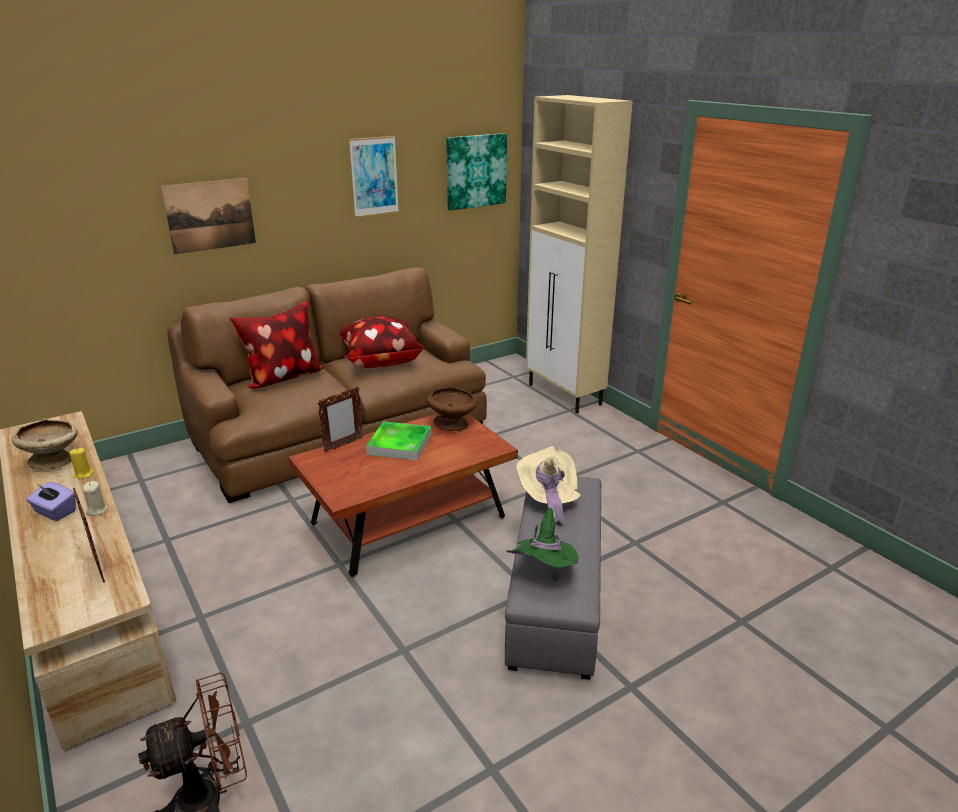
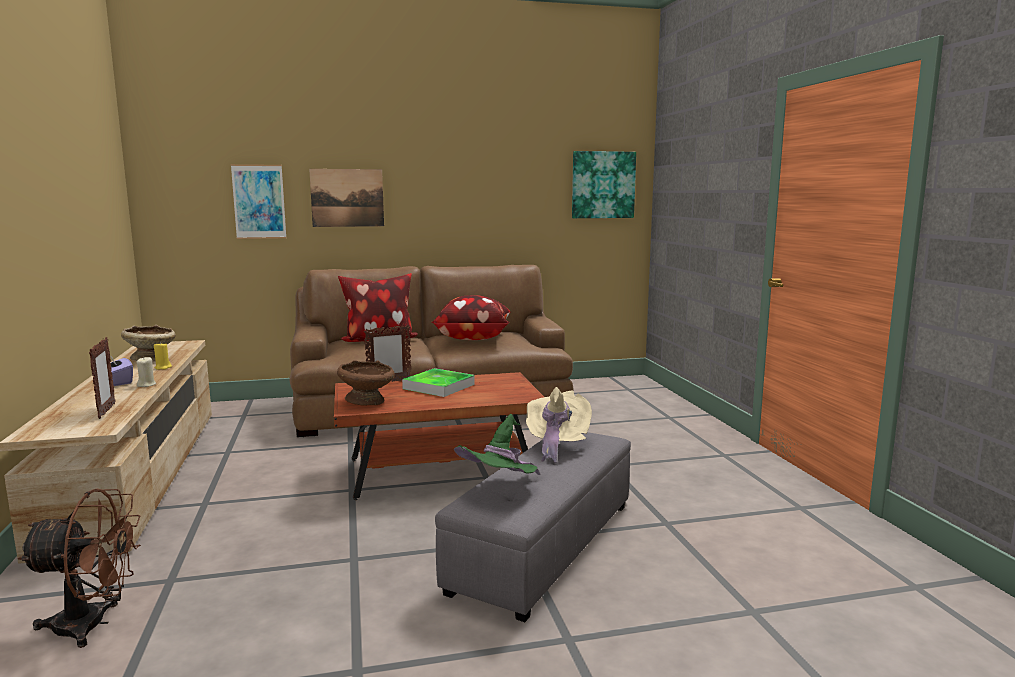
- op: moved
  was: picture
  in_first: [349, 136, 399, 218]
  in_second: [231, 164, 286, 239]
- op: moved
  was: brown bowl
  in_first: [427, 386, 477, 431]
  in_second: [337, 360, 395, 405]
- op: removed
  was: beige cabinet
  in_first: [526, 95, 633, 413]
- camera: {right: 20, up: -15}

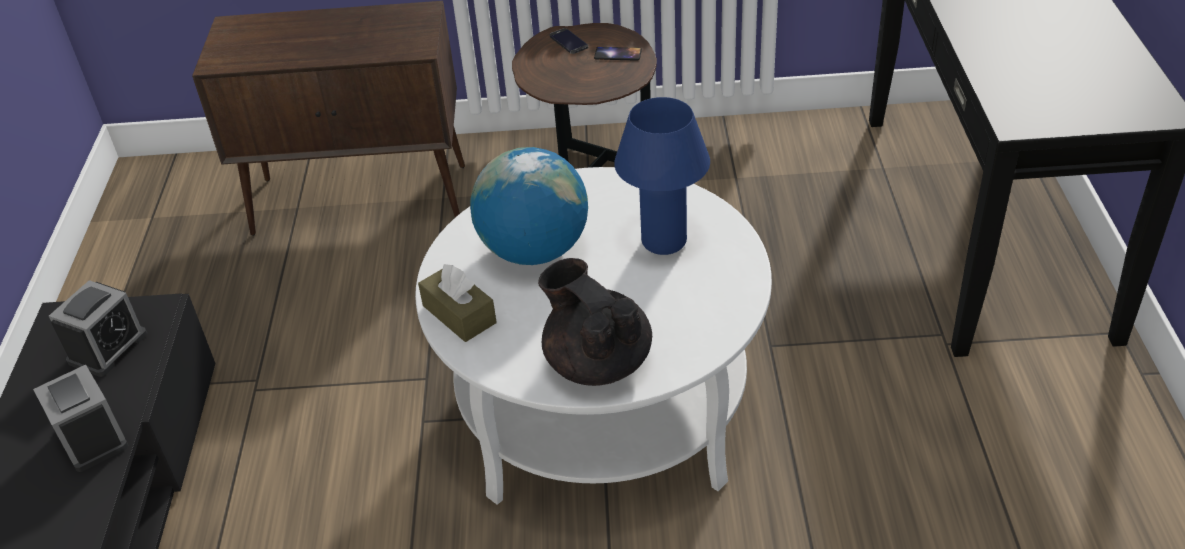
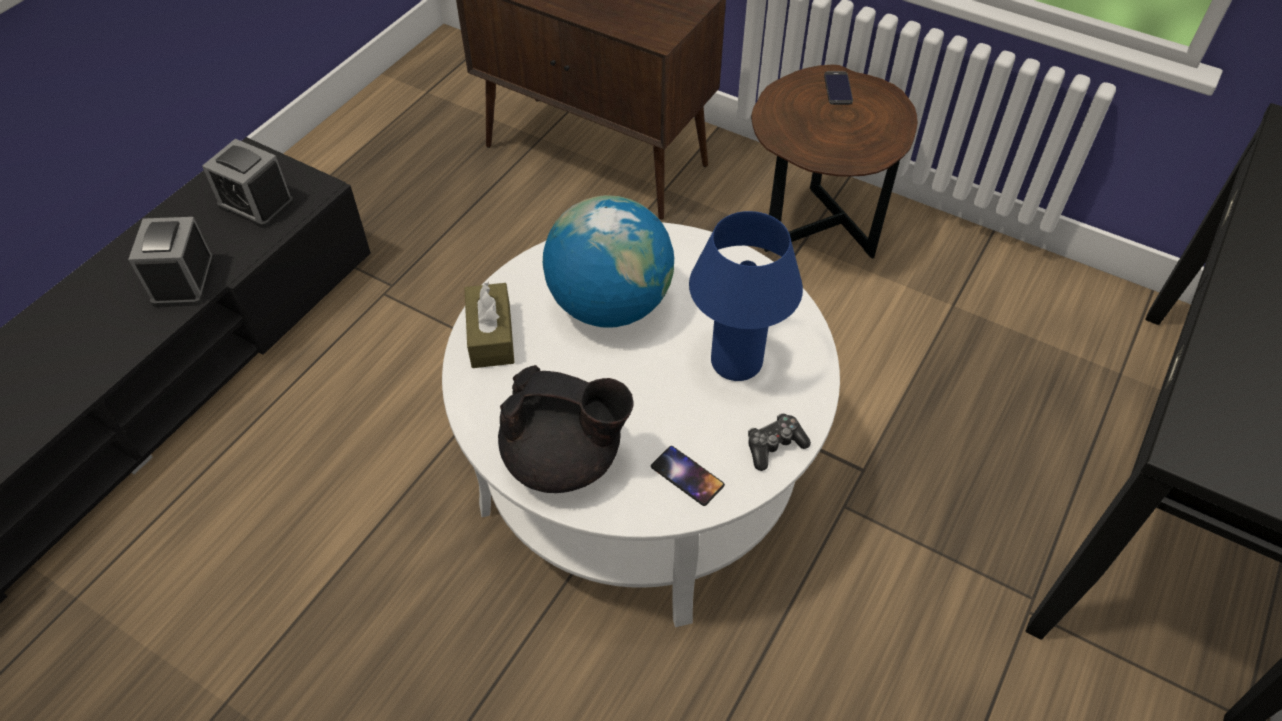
- op: turned
  was: alarm clock
  in_first: [49, 280, 147, 377]
  in_second: [202, 139, 294, 228]
  clockwise: 60
- op: turned
  was: black teapot
  in_first: [538, 258, 652, 386]
  in_second: [498, 365, 634, 493]
  clockwise: 105
- op: moved
  was: phone
  in_first: [594, 47, 642, 61]
  in_second: [651, 446, 725, 506]
- op: added
  now: game controller
  in_second: [748, 413, 811, 471]
- camera: {right: 30, up: 10}

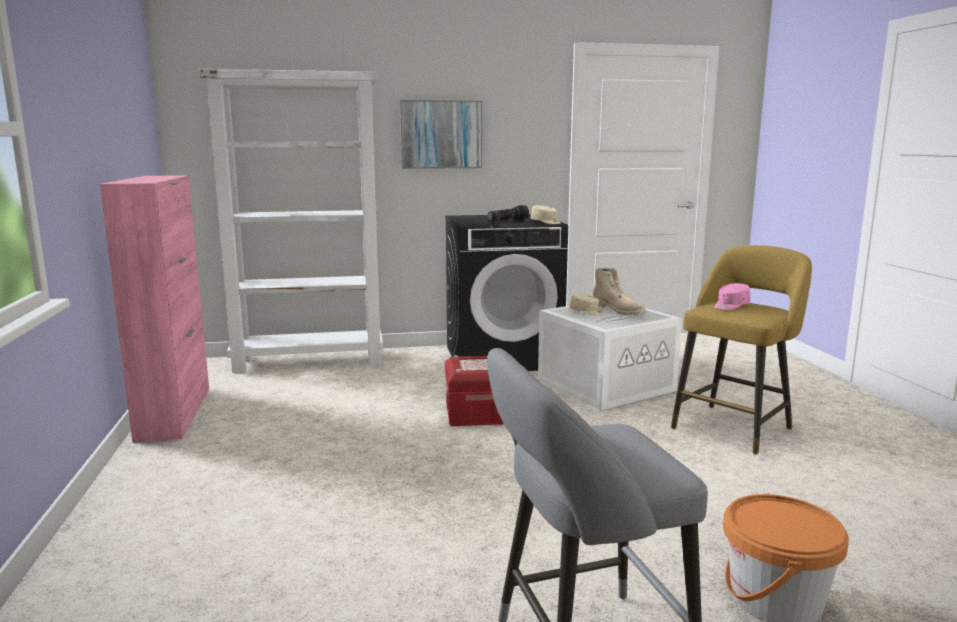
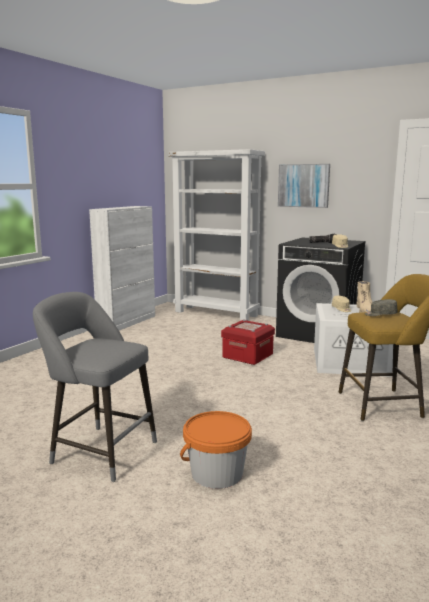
- op: recoloured
  was: pink cabinet
  now: white cabinet
  in_first: [100, 175, 209, 443]
  in_second: [89, 206, 155, 330]
- op: recoloured
  was: pink cap
  now: grey cap
  in_first: [714, 283, 751, 310]
  in_second: [365, 299, 398, 316]
- camera: {right: 40, up: 0}

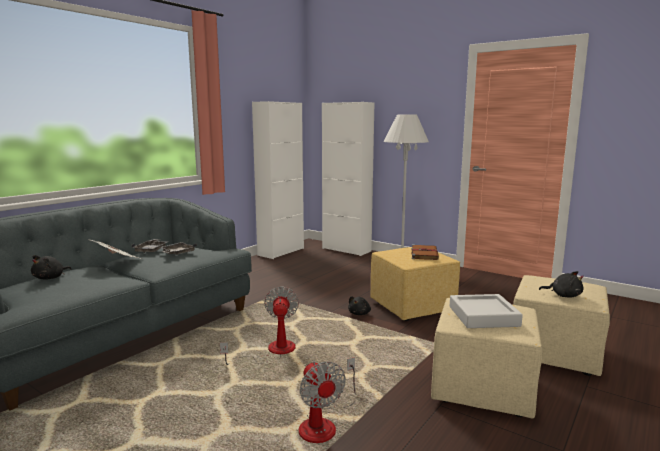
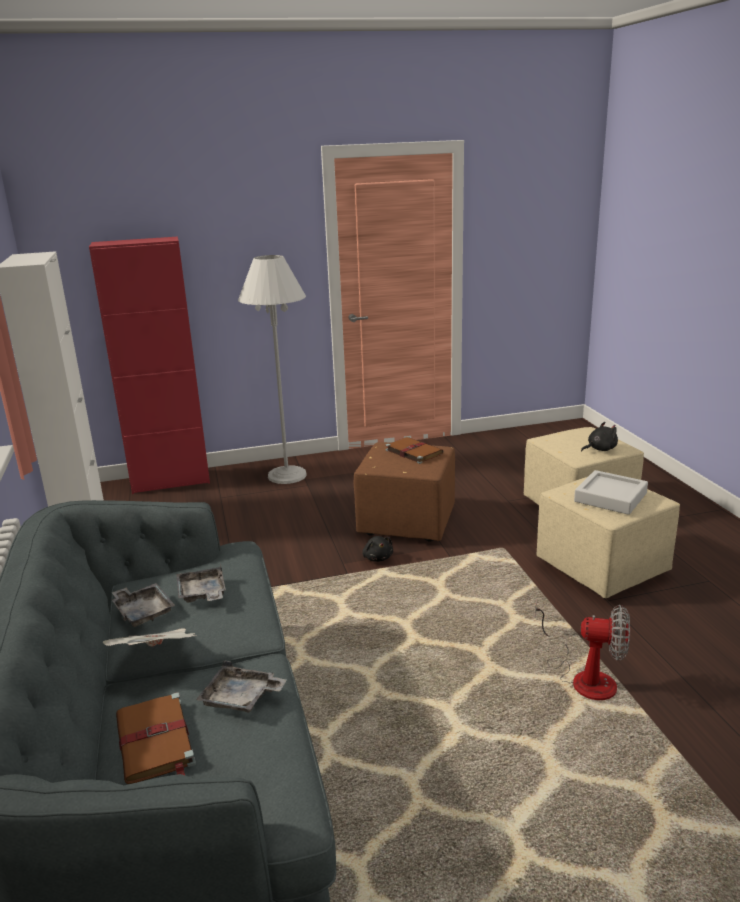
- op: recoloured
  was: white cabinet
  now: red cabinet
  in_first: [322, 102, 374, 256]
  in_second: [89, 236, 210, 494]
- op: replaced
  was: black plush toy
  now: brown book
  in_first: [31, 255, 72, 279]
  in_second: [116, 692, 196, 784]
- op: added
  now: grey tray
  in_second: [196, 660, 287, 713]
- op: recoloured
  was: yellow ottoman
  now: brown ottoman
  in_first: [370, 247, 460, 321]
  in_second: [354, 442, 455, 542]
- op: removed
  was: fan
  in_first: [220, 287, 299, 365]
- camera: {right: -50, up: 10}

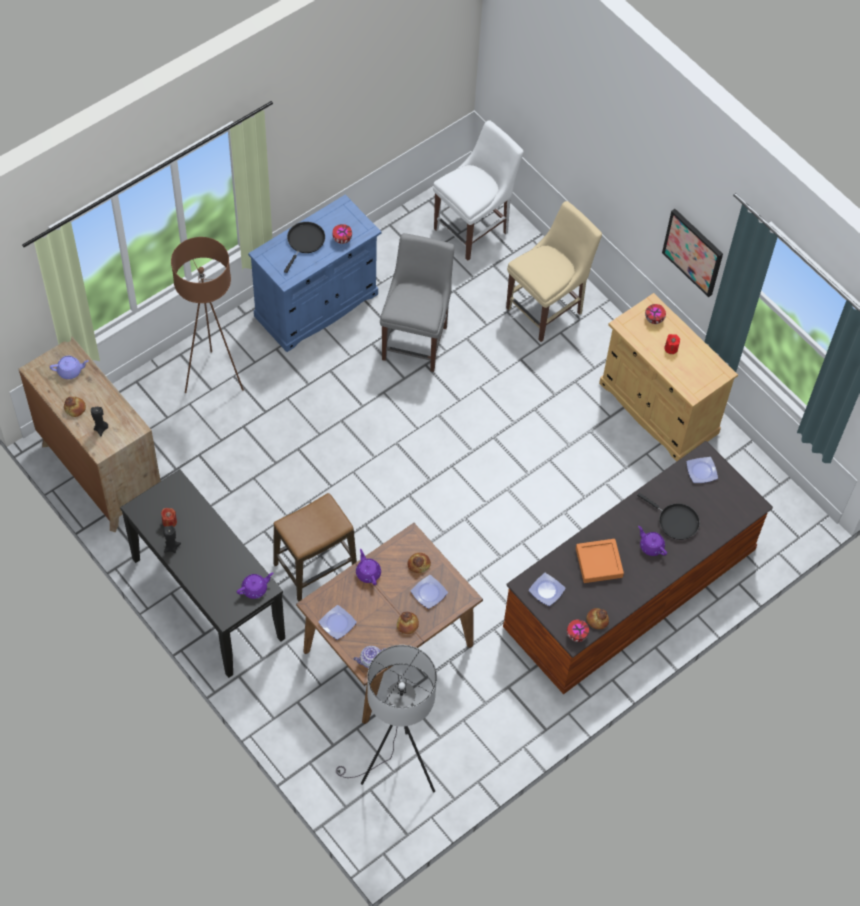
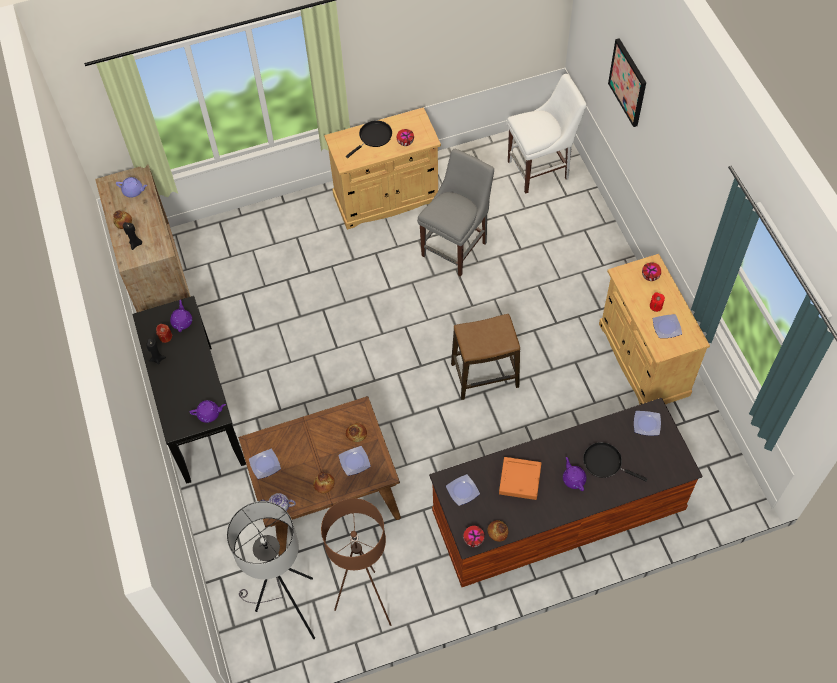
- op: moved
  was: purple teapot
  in_first: [356, 549, 381, 585]
  in_second: [170, 300, 192, 332]
- op: moved
  was: brown floor lamp
  in_first: [171, 237, 244, 393]
  in_second: [321, 498, 391, 626]
- op: recoloured
  was: blue cabinet
  now: beige cabinet
  in_first: [248, 195, 381, 352]
  in_second: [324, 107, 441, 230]
- op: moved
  was: stool
  in_first: [273, 493, 357, 602]
  in_second: [451, 314, 520, 400]
- op: turned
  was: black frying pan
  in_first: [637, 493, 700, 540]
  in_second: [583, 442, 648, 482]
  clockwise: 150
- op: moved
  was: picture
  in_first: [662, 209, 723, 297]
  in_second: [608, 38, 646, 127]
- op: added
  now: plate
  in_second: [653, 314, 682, 338]
- op: removed
  was: beige chair
  in_first: [506, 201, 602, 342]
- camera: {right: 25, up: 0}

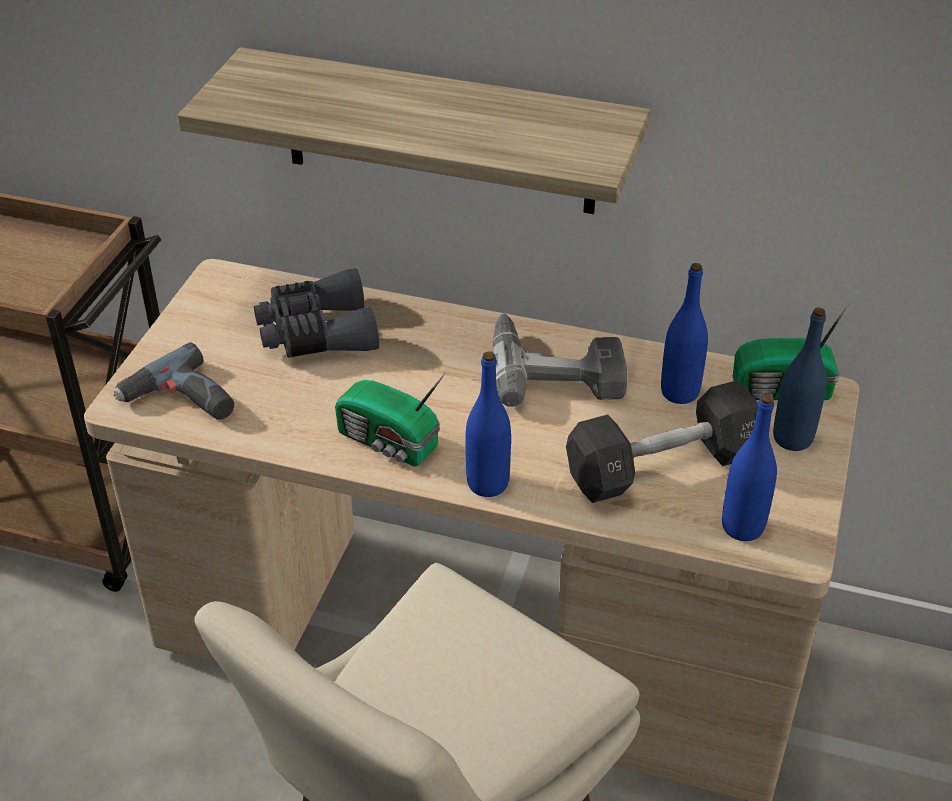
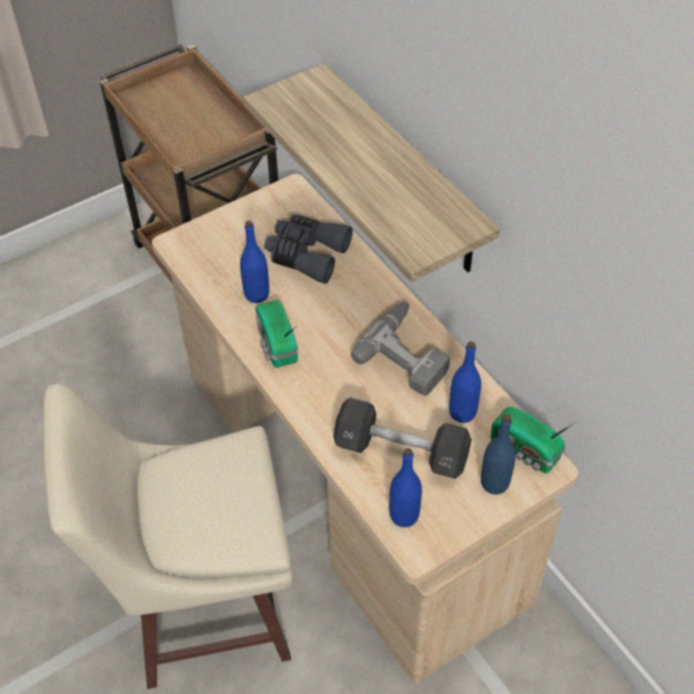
- op: moved
  was: blue bottle
  in_first: [466, 351, 511, 497]
  in_second: [240, 221, 269, 303]
- op: removed
  was: power drill
  in_first: [113, 342, 234, 420]
- camera: {right: 40, up: 10}

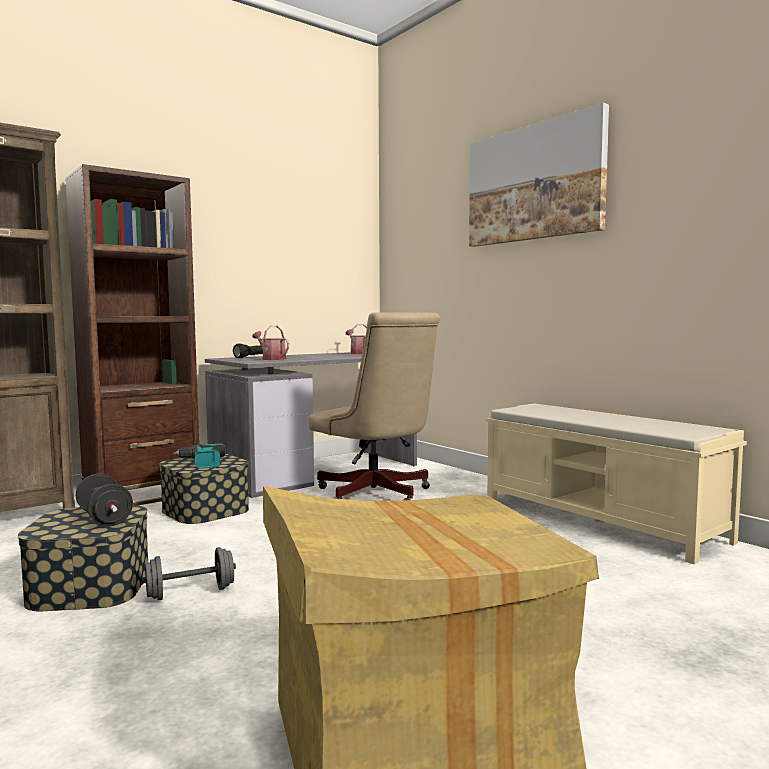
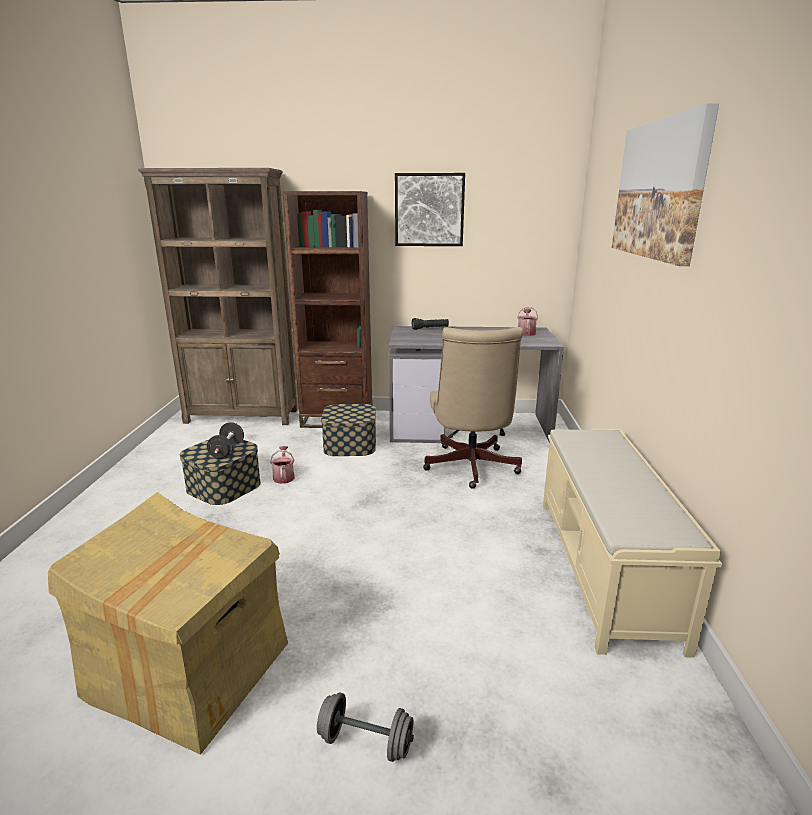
- op: moved
  was: watering can
  in_first: [252, 326, 289, 360]
  in_second: [270, 446, 295, 484]
- op: moved
  was: grey dumbbell
  in_first: [142, 547, 236, 600]
  in_second: [317, 692, 414, 762]
- op: added
  now: picture
  in_second: [395, 173, 465, 246]
- op: removed
  was: power drill
  in_first: [173, 443, 226, 469]
- camera: {right: 40, up: 15}

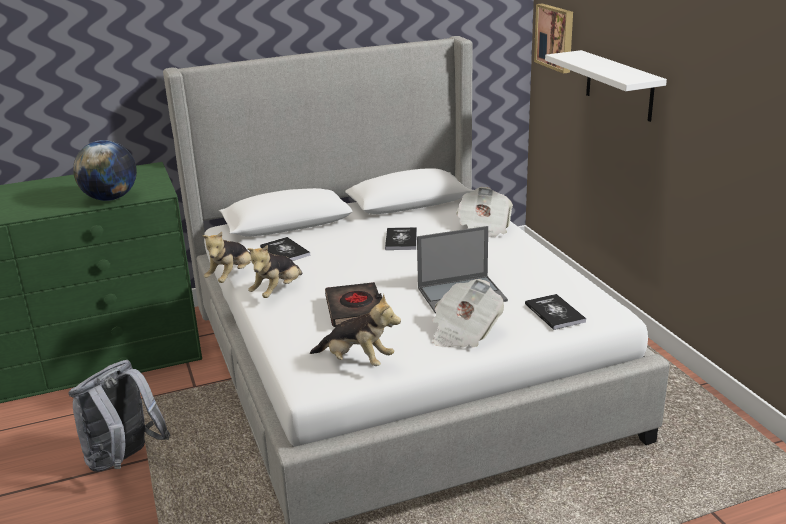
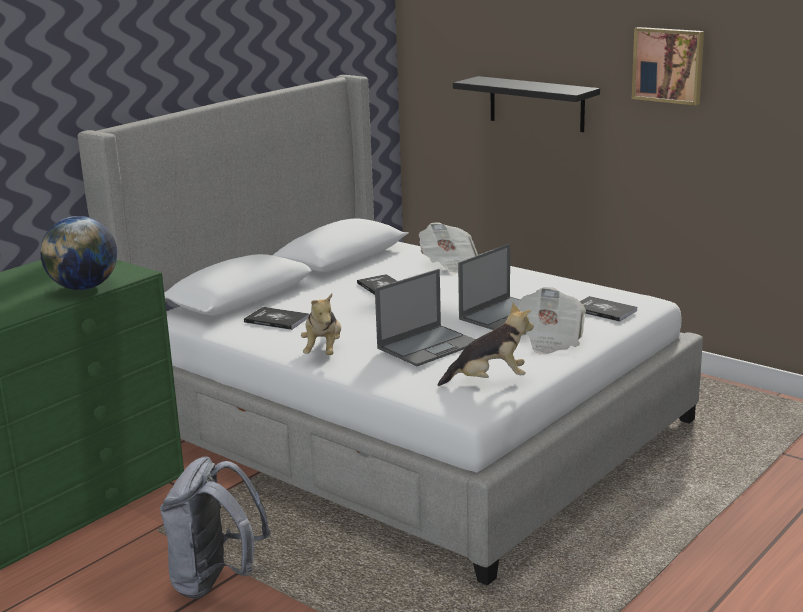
- op: replaced
  was: black book
  now: laptop
  in_first: [325, 282, 382, 327]
  in_second: [375, 269, 476, 366]
- op: recoloured
  was: white shelf
  now: black shelf
  in_first: [545, 50, 667, 122]
  in_second: [453, 76, 600, 132]
- op: moved
  was: picture
  in_first: [534, 3, 573, 74]
  in_second: [632, 27, 704, 106]
- op: removed
  was: plush toy
  in_first: [203, 231, 251, 283]
- camera: {right: -30, up: -5}

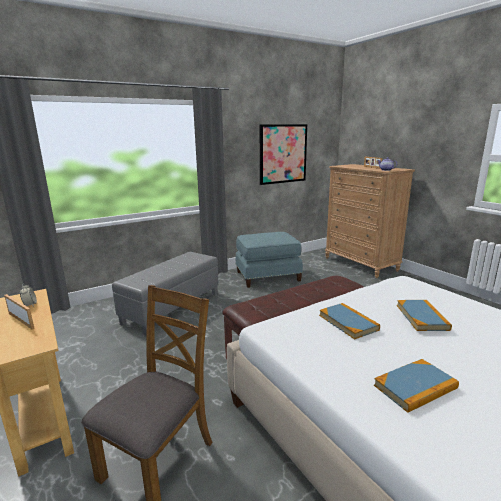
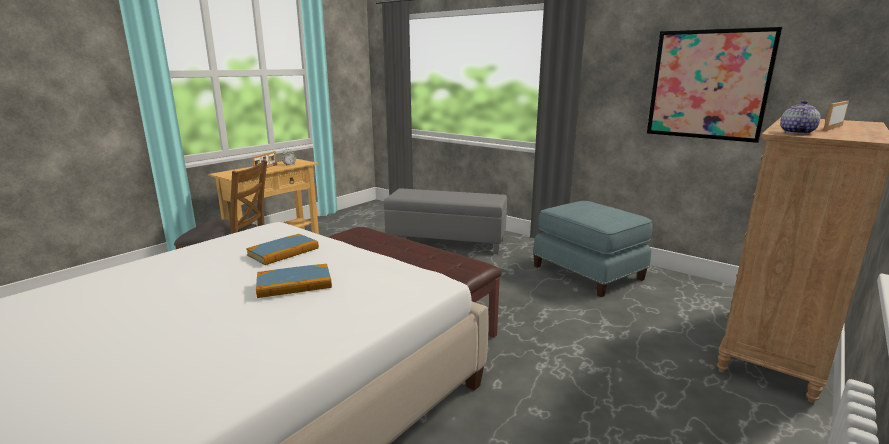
- op: removed
  was: book
  in_first: [374, 359, 459, 413]
- camera: {right: 70, up: 0}

